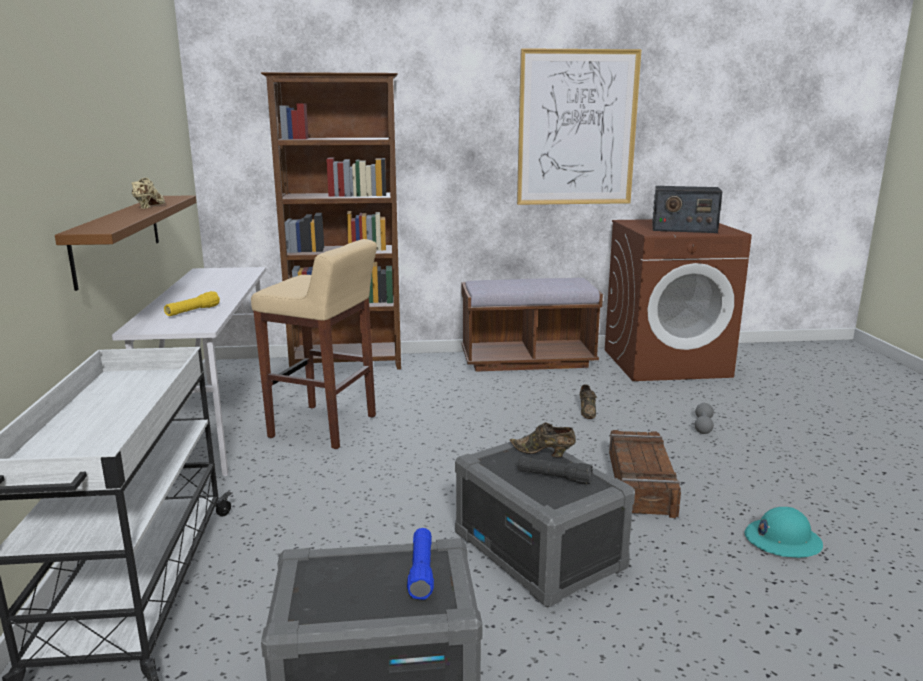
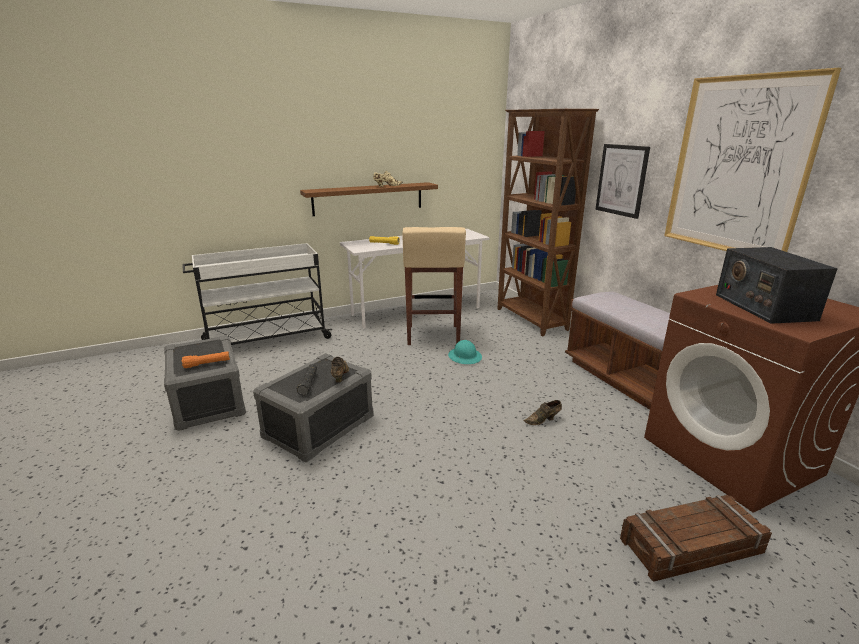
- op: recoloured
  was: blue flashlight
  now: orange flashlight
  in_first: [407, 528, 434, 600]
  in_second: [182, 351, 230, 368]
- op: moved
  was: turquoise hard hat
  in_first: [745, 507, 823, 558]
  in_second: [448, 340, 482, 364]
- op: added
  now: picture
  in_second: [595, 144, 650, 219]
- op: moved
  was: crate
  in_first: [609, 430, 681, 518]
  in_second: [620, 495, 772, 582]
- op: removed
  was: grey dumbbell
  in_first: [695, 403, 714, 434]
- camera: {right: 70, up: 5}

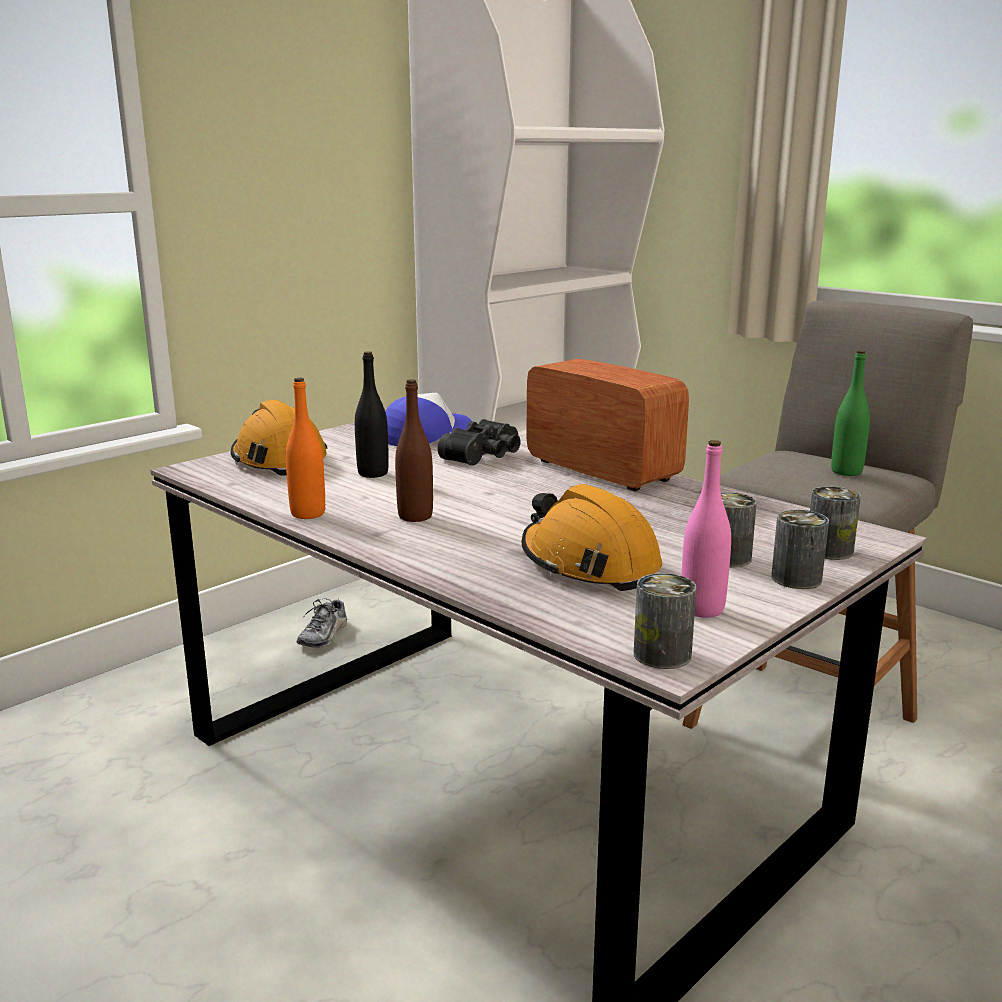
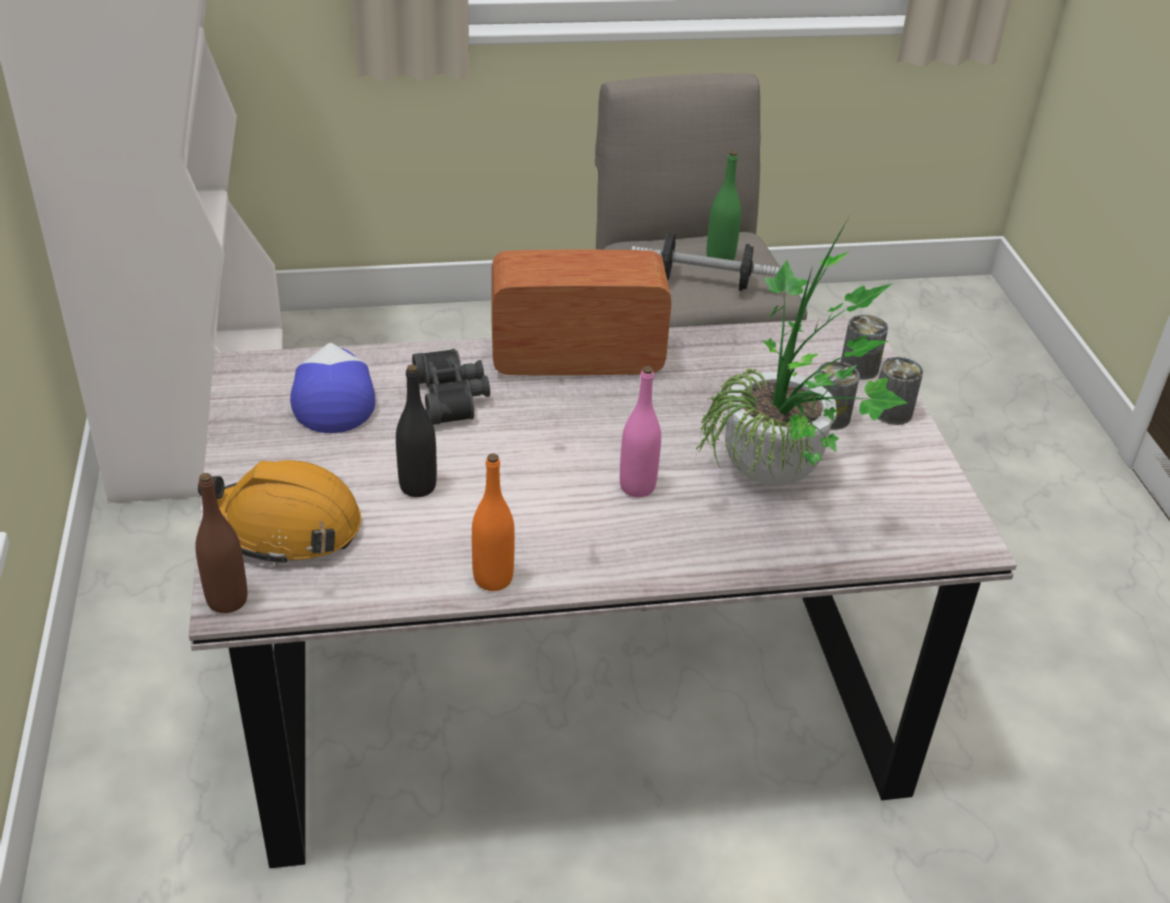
- op: moved
  was: brown bottle
  in_first: [395, 379, 433, 522]
  in_second: [195, 473, 248, 613]
- op: moved
  was: pink bottle
  in_first: [681, 440, 731, 618]
  in_second: [620, 366, 661, 497]
- op: added
  now: dumbbell
  in_second: [632, 233, 781, 291]
- op: replaced
  was: orange hard hat
  now: potted plant
  in_first: [522, 484, 662, 591]
  in_second: [696, 219, 907, 485]
- op: removed
  was: shoe
  in_first: [297, 596, 347, 648]
- op: removed
  was: can
  in_first: [634, 573, 696, 669]
- camera: {right: -55, up: 20}

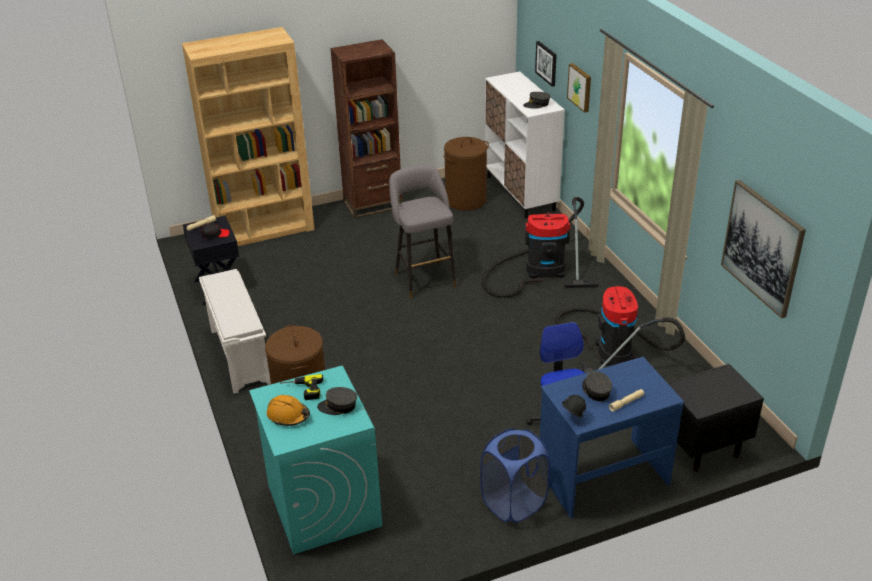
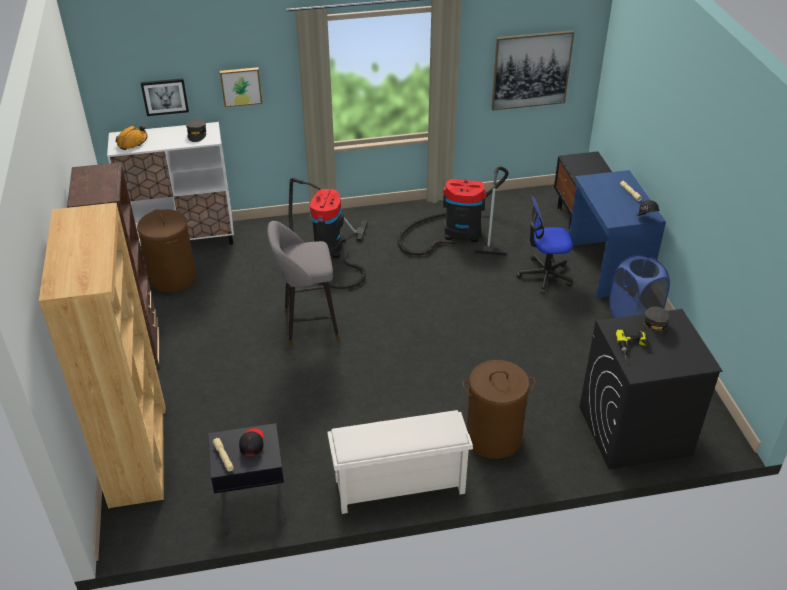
- op: moved
  was: orange hard hat
  in_first: [267, 395, 310, 426]
  in_second: [116, 126, 148, 150]
- op: recoloured
  was: turquoise washing machine
  now: black washing machine
  in_first: [249, 366, 382, 555]
  in_second: [579, 309, 723, 469]
- op: removed
  was: grey cap
  in_first: [582, 371, 612, 401]
- camera: {right: -80, up: 5}

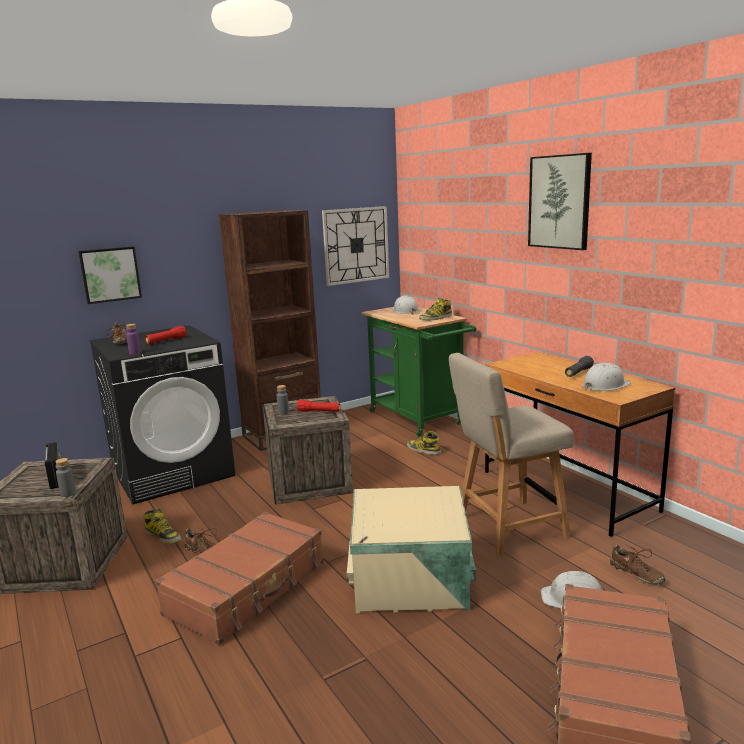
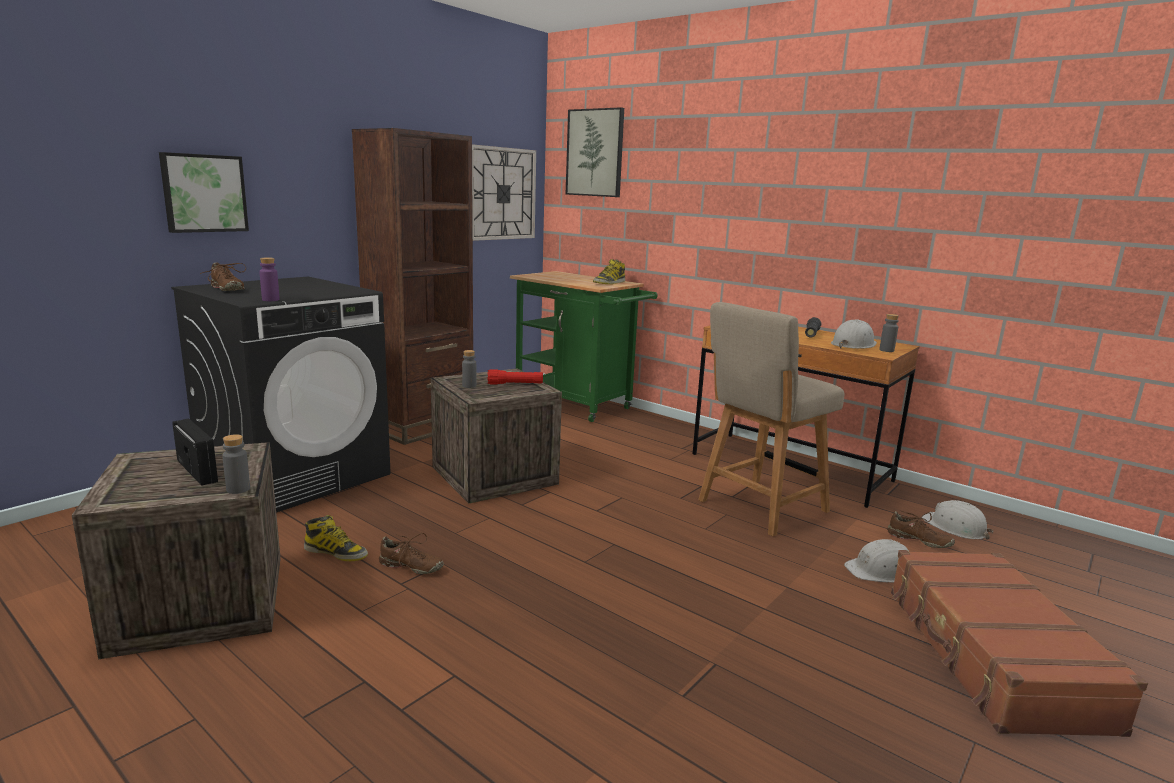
- op: moved
  was: picture
  in_first: [528, 153, 592, 250]
  in_second: [566, 107, 624, 197]
- op: added
  now: grey bottle
  in_second: [879, 314, 899, 352]
- op: moved
  was: white hard hat
  in_first: [392, 296, 420, 315]
  in_second: [922, 500, 994, 540]
- op: removed
  was: red flashlight
  in_first: [145, 326, 187, 344]
- op: removed
  was: brown suitcase
  in_first: [155, 512, 324, 645]
- op: removed
  was: beige storage box
  in_first: [347, 486, 476, 613]
- op: removed
  was: boot
  in_first: [407, 431, 441, 455]
- camera: {right: -20, up: 0}

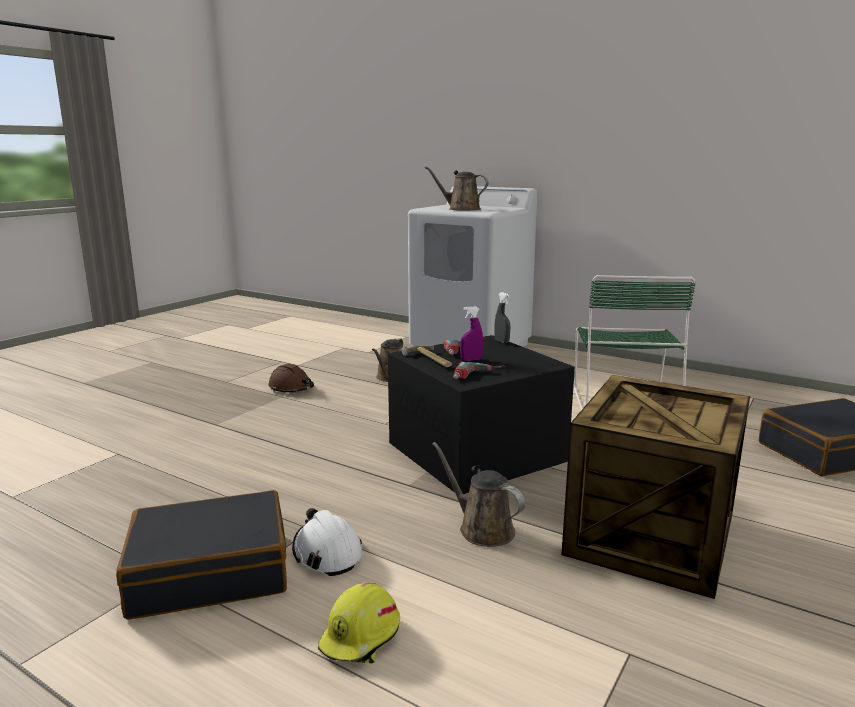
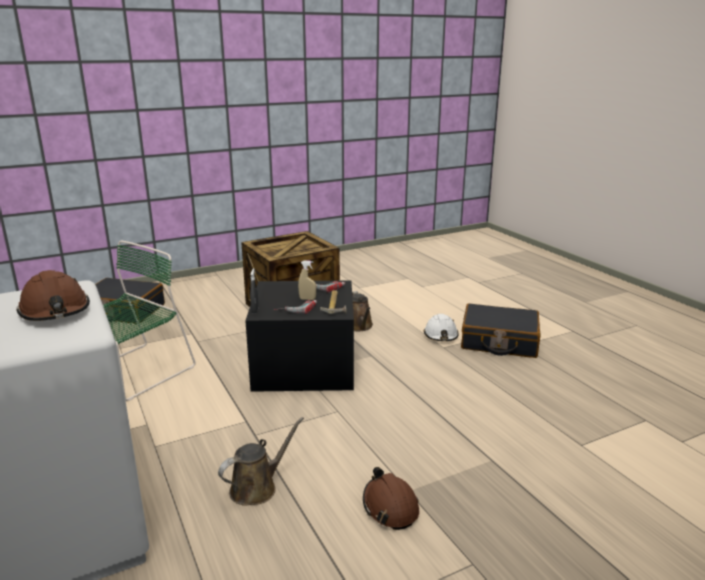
- op: replaced
  was: brown watering can
  now: brown hard hat
  in_first: [425, 167, 489, 210]
  in_second: [16, 270, 90, 321]
- op: recoloured
  was: purple spray bottle
  now: beige spray bottle
  in_first: [460, 306, 483, 361]
  in_second: [298, 260, 316, 300]
- op: removed
  was: yellow hard hat
  in_first: [318, 582, 400, 664]
- camera: {right: -150, up: 5}

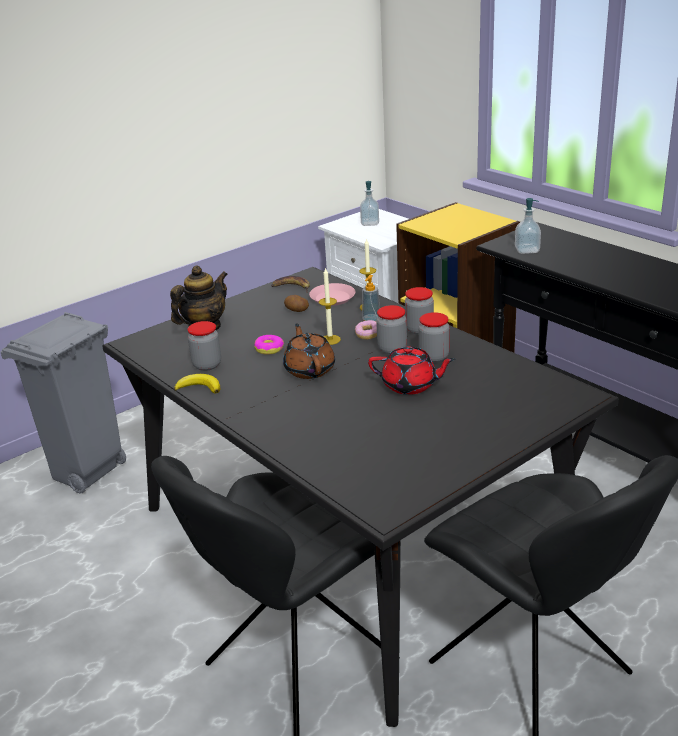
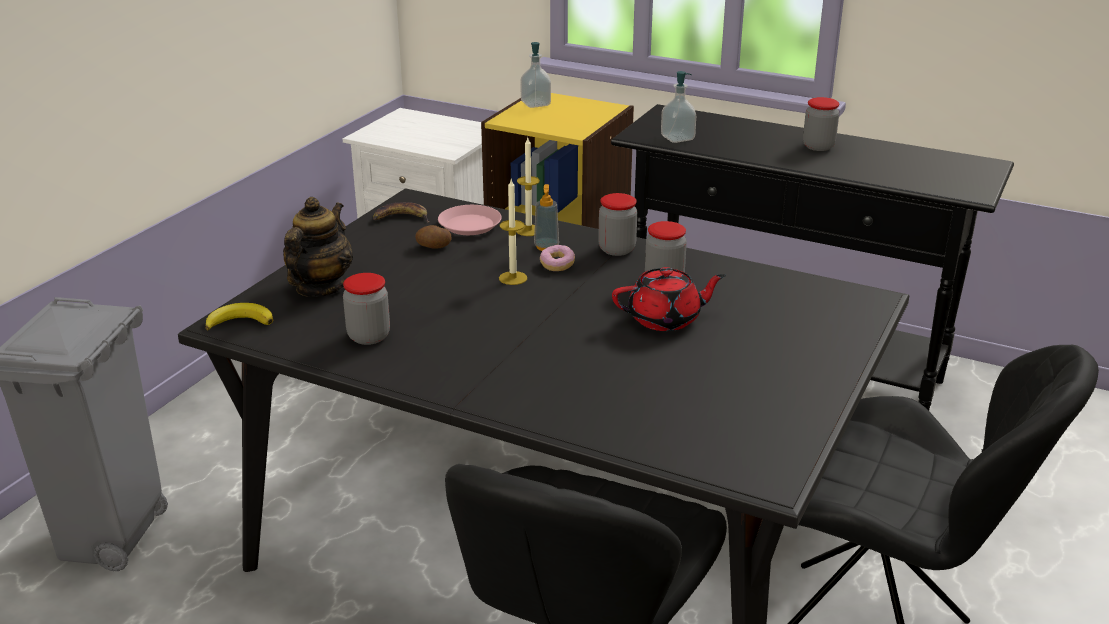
- op: moved
  was: banana
  in_first: [174, 374, 221, 394]
  in_second: [205, 303, 273, 330]
- op: moved
  was: soap dispenser
  in_first: [360, 181, 379, 226]
  in_second: [520, 42, 551, 108]
- op: moved
  was: jar
  in_first: [376, 305, 407, 354]
  in_second: [803, 97, 839, 151]
- op: removed
  was: donut
  in_first: [254, 335, 284, 355]
- op: removed
  was: brown teapot
  in_first: [283, 323, 335, 379]
- camera: {right: -25, up: 0}

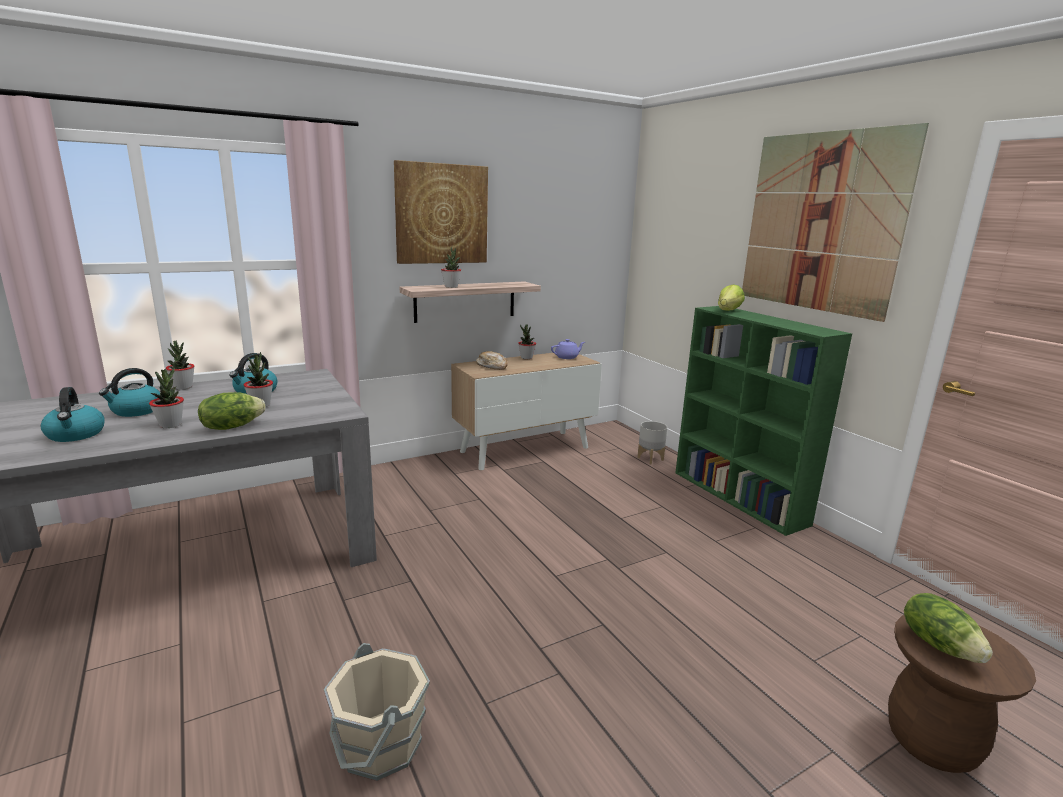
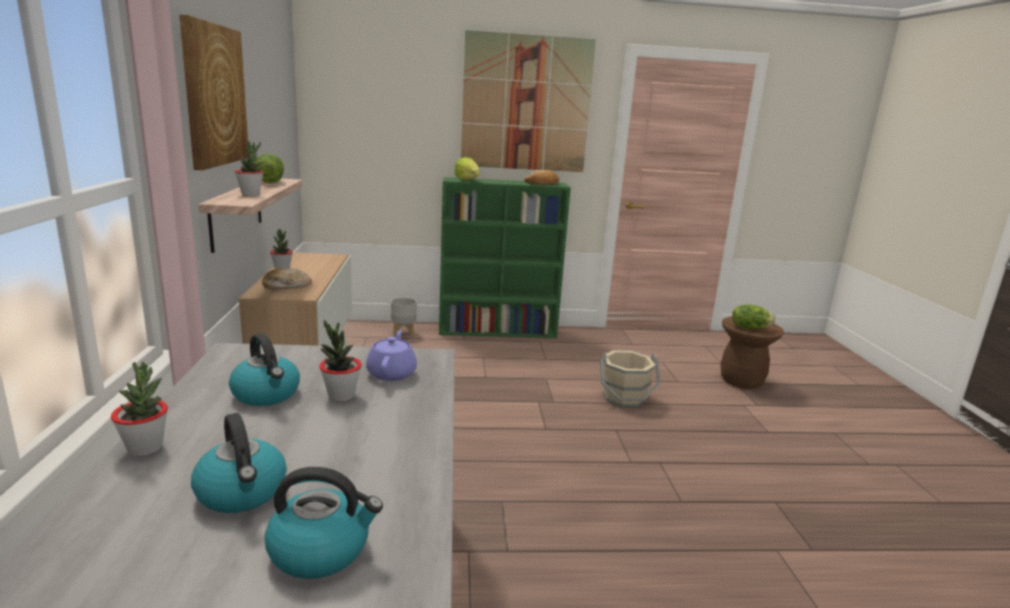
- op: moved
  was: lettuce
  in_first: [198, 392, 266, 430]
  in_second: [255, 154, 284, 183]
- op: moved
  was: purple teapot
  in_first: [551, 339, 585, 359]
  in_second: [366, 330, 417, 381]
- op: added
  now: bread
  in_second: [524, 170, 559, 185]
- op: moved
  was: beige bucket
  in_first: [324, 643, 430, 781]
  in_second: [600, 350, 660, 407]
- op: removed
  was: potted plant
  in_first: [149, 367, 184, 428]
- camera: {right: -65, up: 0}

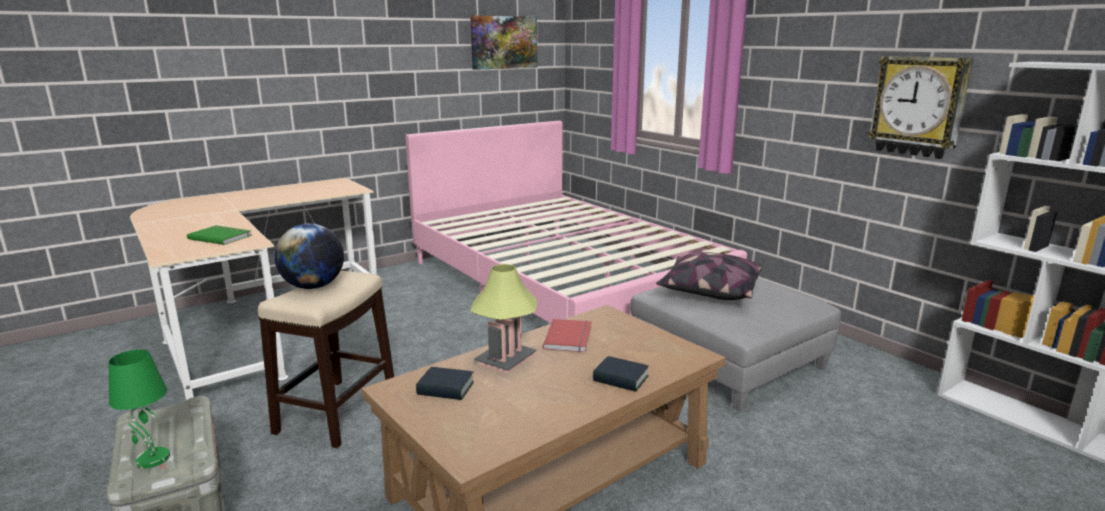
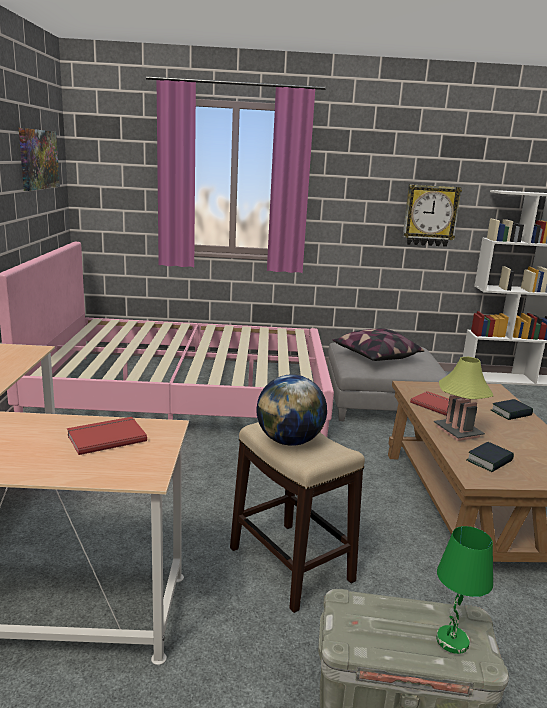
- op: recoloured
  was: green book
  now: red book
  in_first: [187, 225, 252, 245]
  in_second: [67, 417, 147, 455]
- camera: {right: -55, up: 0}

